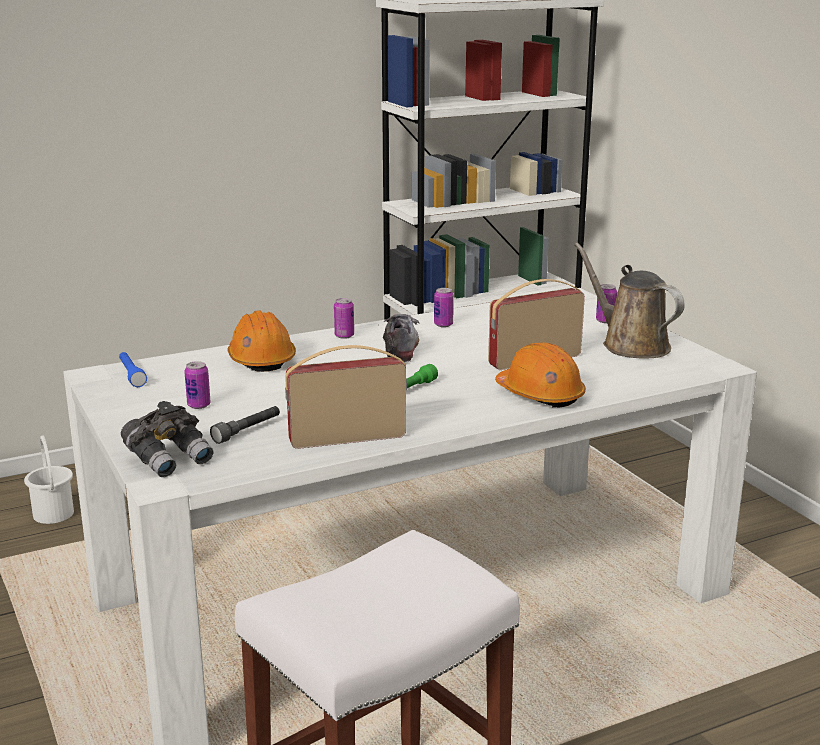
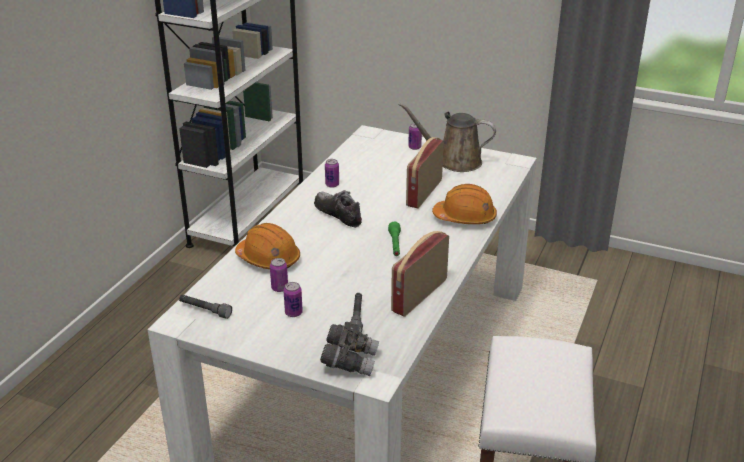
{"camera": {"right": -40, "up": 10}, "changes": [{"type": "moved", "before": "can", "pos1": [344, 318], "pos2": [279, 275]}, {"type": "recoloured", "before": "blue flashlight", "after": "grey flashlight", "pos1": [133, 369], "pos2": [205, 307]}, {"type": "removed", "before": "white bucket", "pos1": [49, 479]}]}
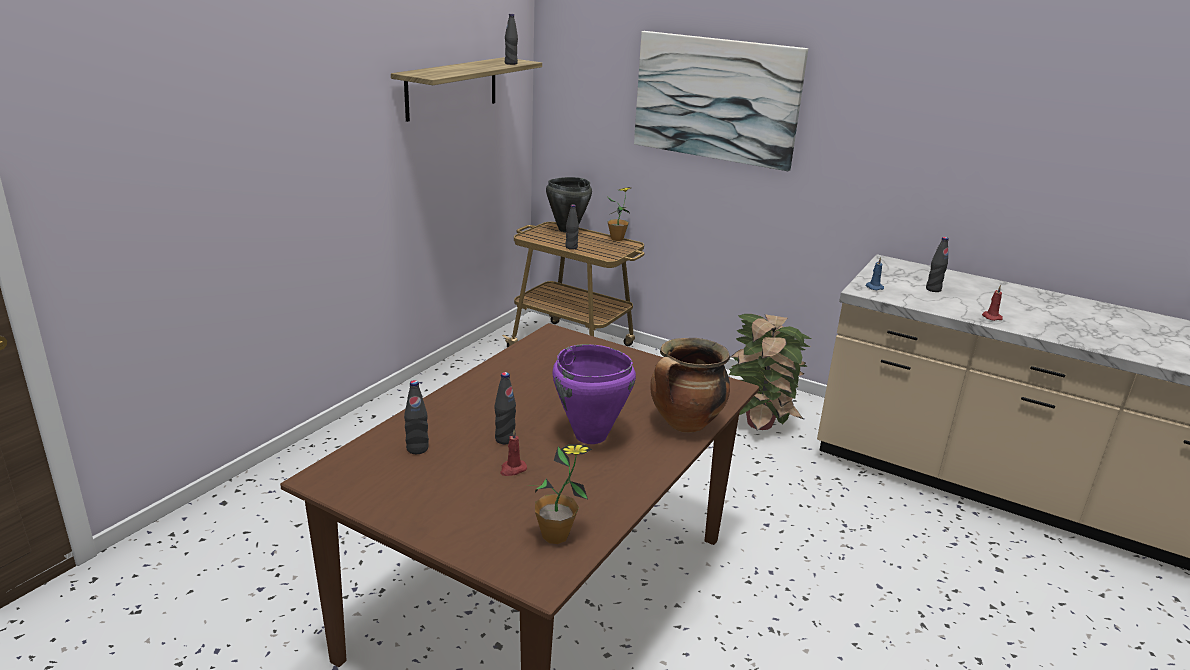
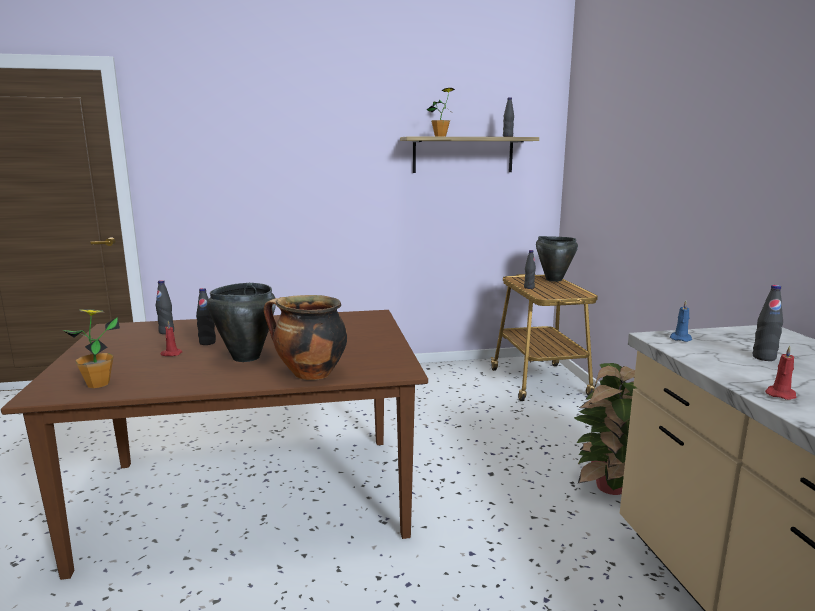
{"camera": {"right": 50, "up": -10}, "changes": [{"type": "removed", "before": "picture", "pos1": [721, 101]}, {"type": "moved", "before": "potted plant", "pos1": [619, 214], "pos2": [441, 112]}, {"type": "recoloured", "before": "purple cooking pot", "after": "black cooking pot", "pos1": [594, 394], "pos2": [241, 322]}]}
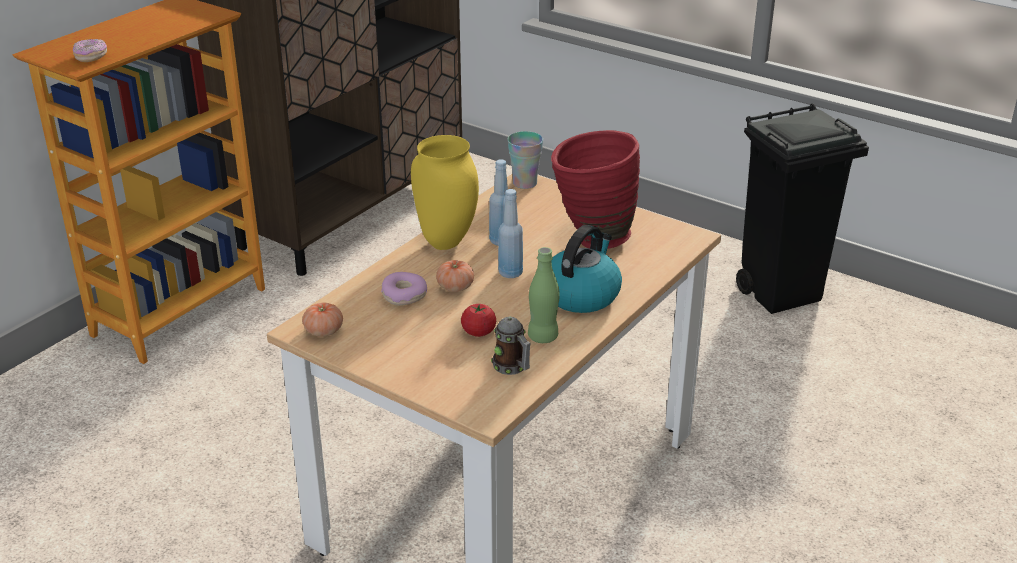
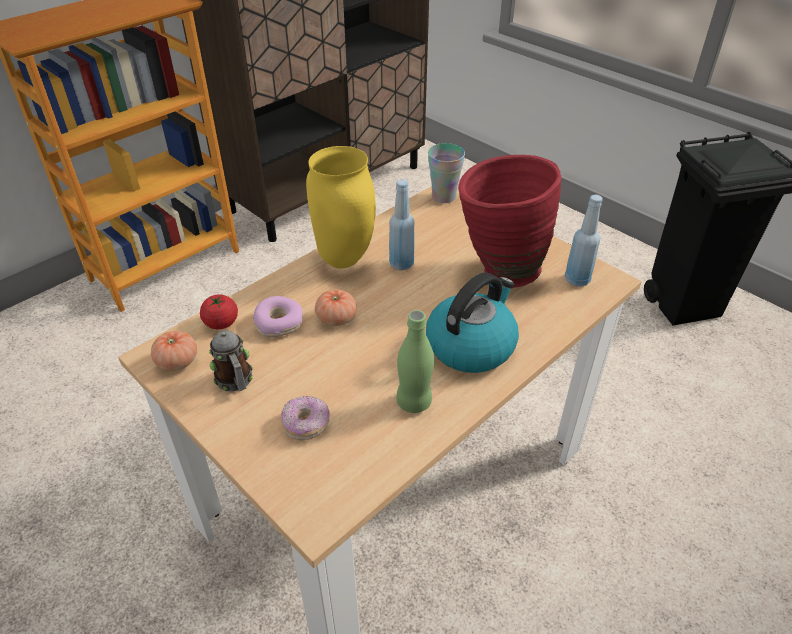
{"camera": {"right": 10, "up": 10}, "changes": [{"type": "moved", "before": "donut", "pos1": [90, 50], "pos2": [305, 418]}, {"type": "moved", "before": "blue bottle", "pos1": [510, 233], "pos2": [584, 241]}, {"type": "moved", "before": "tomato", "pos1": [478, 320], "pos2": [219, 311]}, {"type": "moved", "before": "mug", "pos1": [511, 345], "pos2": [231, 360]}]}
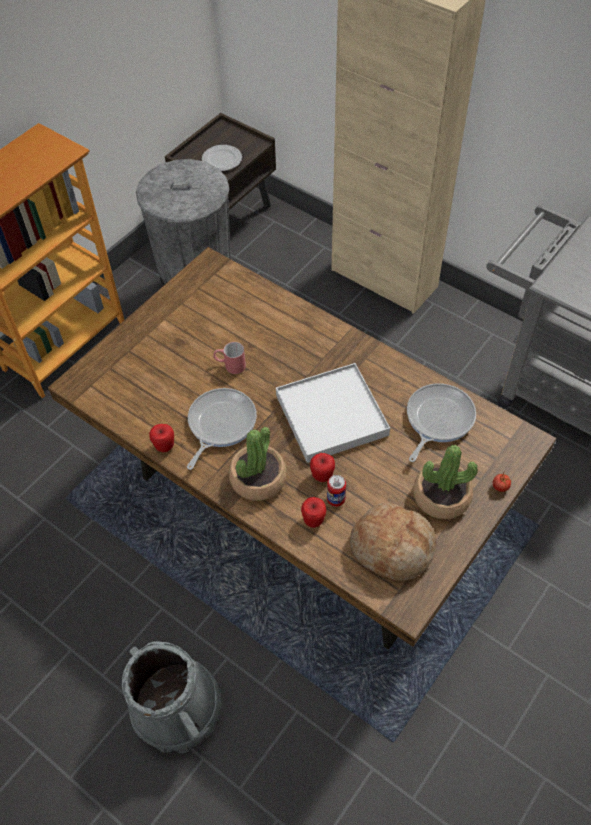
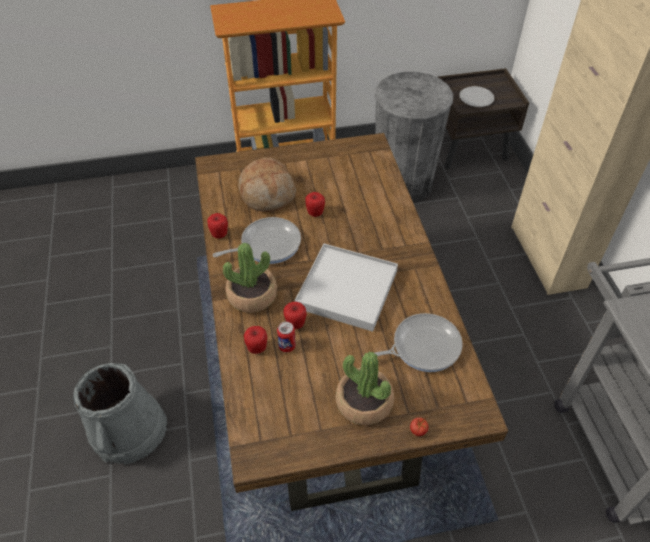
{"camera": {"right": 40, "up": -5}, "changes": [{"type": "replaced", "before": "red mug", "after": "apple", "pos1": [229, 358], "pos2": [315, 204]}, {"type": "moved", "before": "bread", "pos1": [393, 542], "pos2": [267, 185]}]}
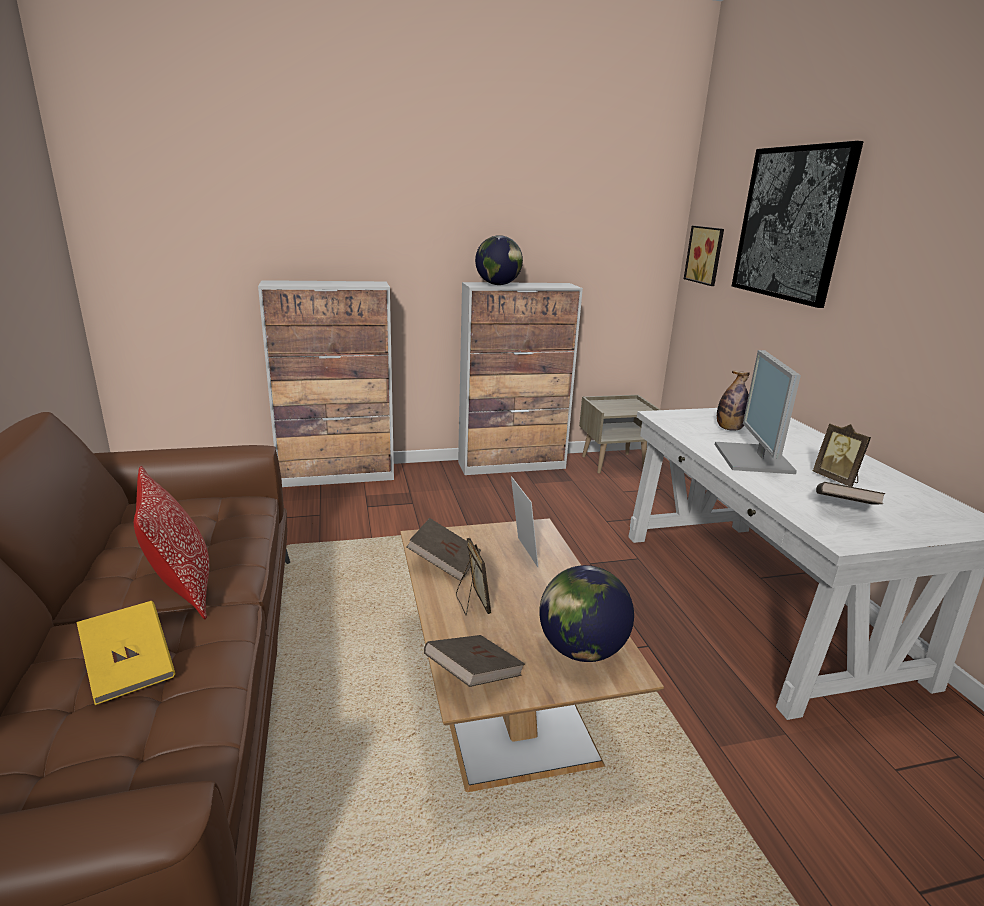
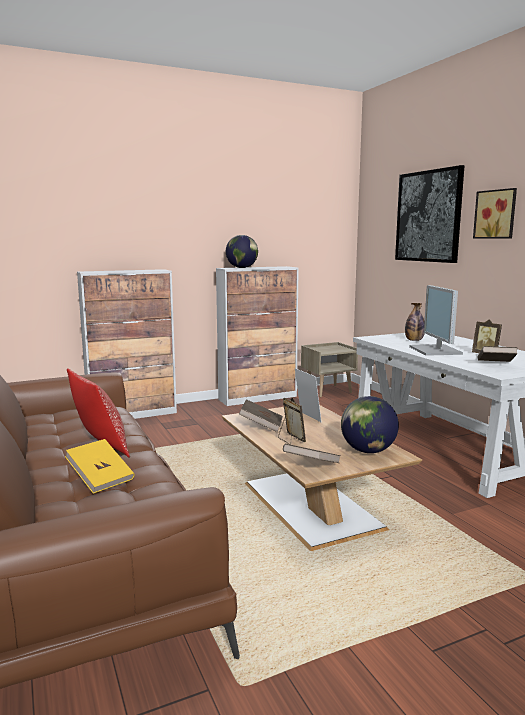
{"camera": {"right": -10, "up": -10}, "changes": [{"type": "moved", "before": "picture", "pos1": [704, 256], "pos2": [495, 213]}]}
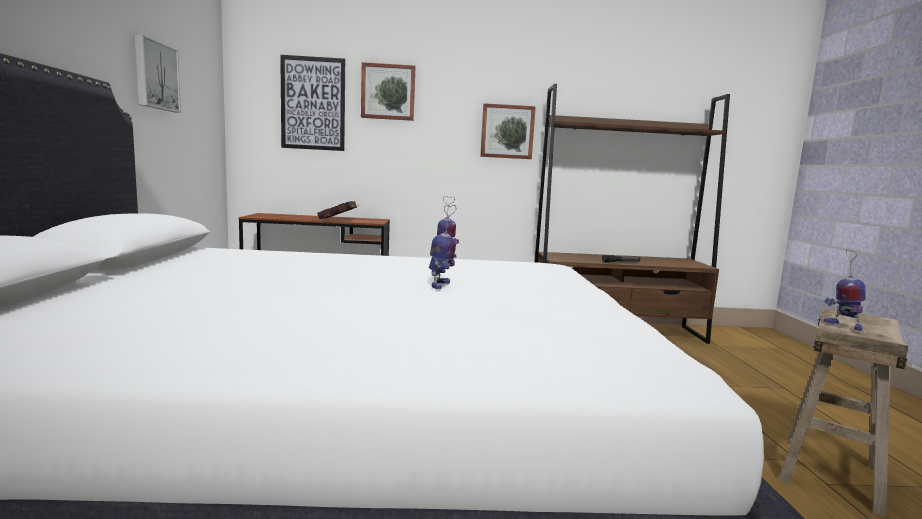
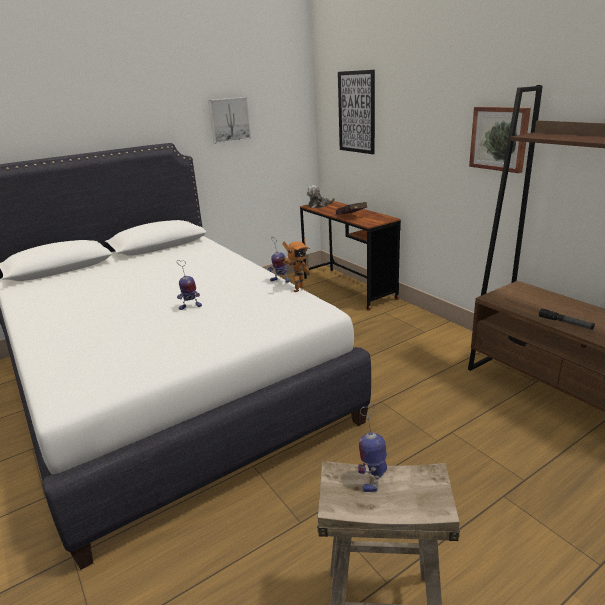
{"camera": {"right": 60, "up": 15}, "changes": [{"type": "removed", "before": "picture", "pos1": [388, 91]}, {"type": "added", "after": "plush toy", "pos2": [321, 196]}, {"type": "added", "after": "toy robot", "pos2": [295, 265]}]}
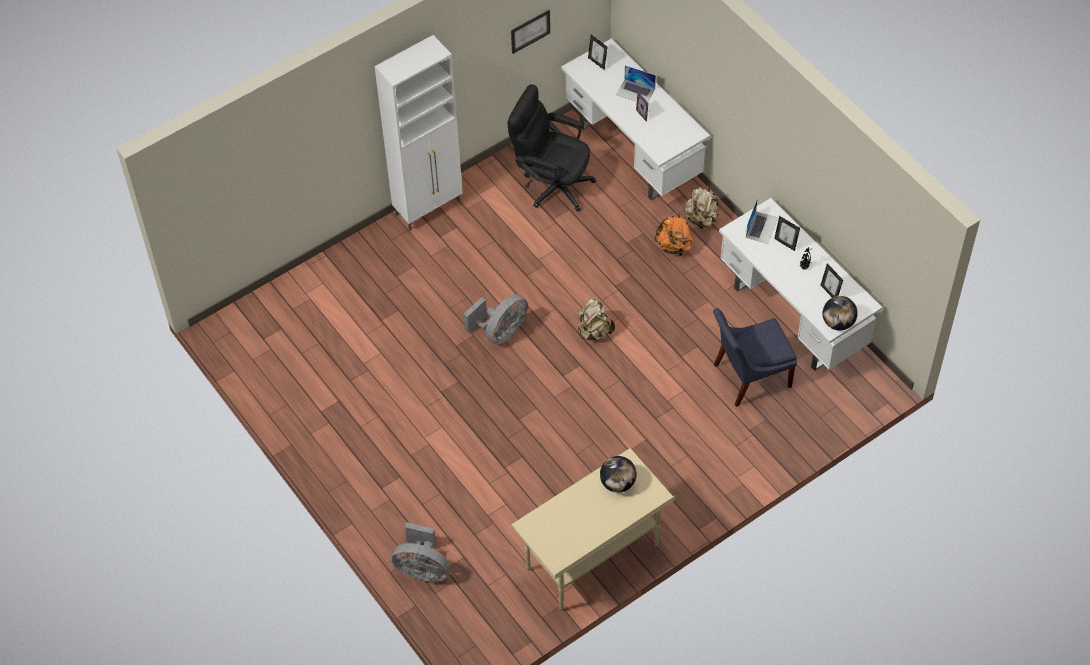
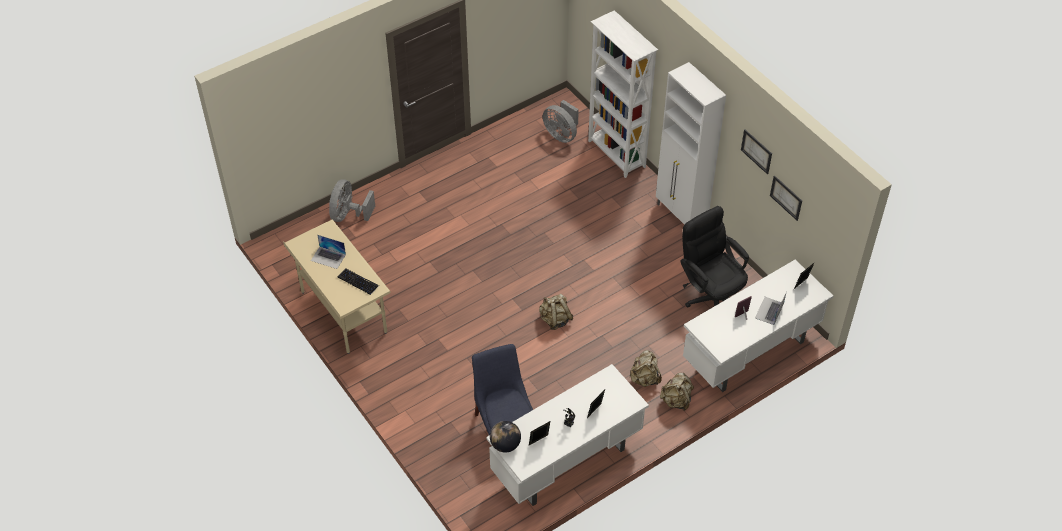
{"camera": {"right": 90, "up": -5}, "changes": [{"type": "turned", "before": "black office chair", "pos1": [552, 148], "pos2": [714, 257], "turn": -60}, {"type": "moved", "before": "laptop", "pos1": [762, 221], "pos2": [328, 252]}, {"type": "recoloured", "before": "orange backpack", "after": "beige backpack", "pos1": [673, 234], "pos2": [645, 368]}, {"type": "moved", "before": "grey fan", "pos1": [495, 319], "pos2": [560, 121]}, {"type": "replaced", "before": "globe", "after": "keyboard", "pos1": [618, 474], "pos2": [358, 282]}, {"type": "added", "after": "white bookcase", "pos2": [623, 94]}, {"type": "added", "after": "picture", "pos2": [756, 152]}]}
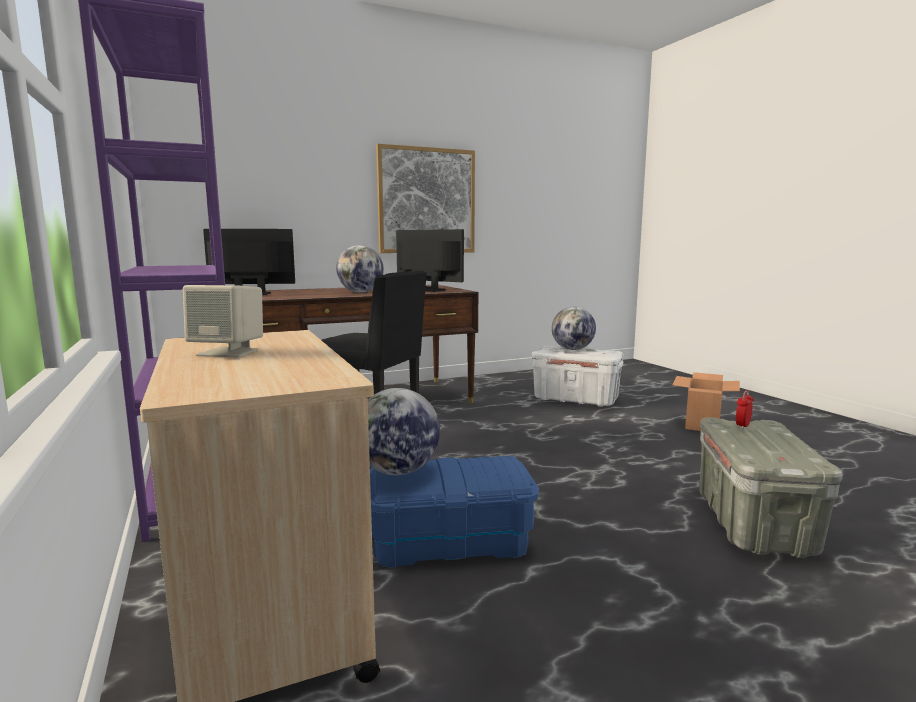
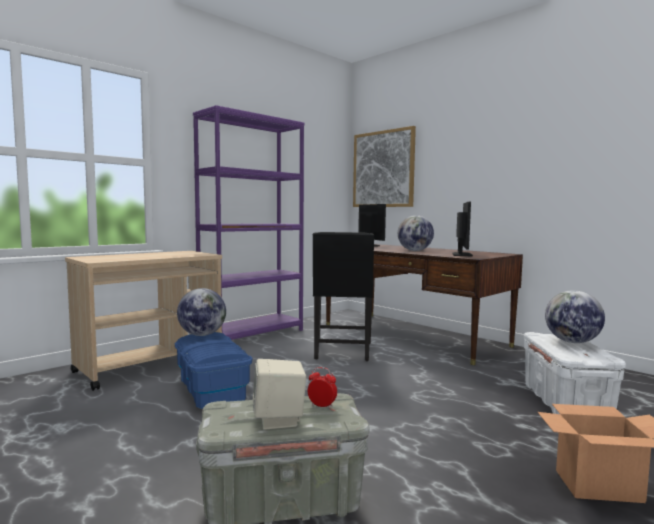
{"camera": {"right": 70, "up": -5}, "changes": [{"type": "moved", "before": "picture", "pos1": [425, 198], "pos2": [384, 166]}, {"type": "moved", "before": "beige speaker", "pos1": [223, 321], "pos2": [279, 394]}]}
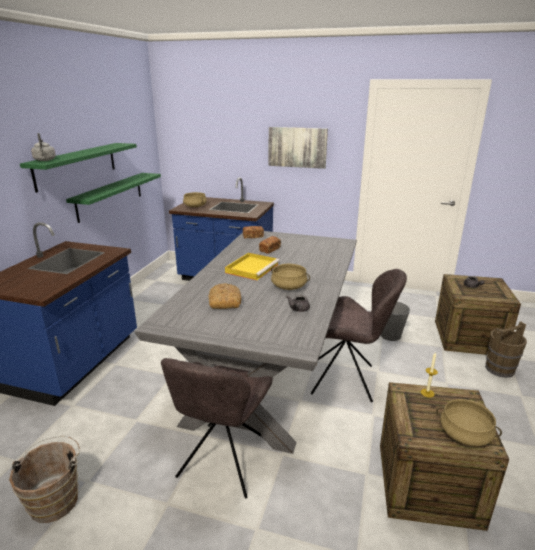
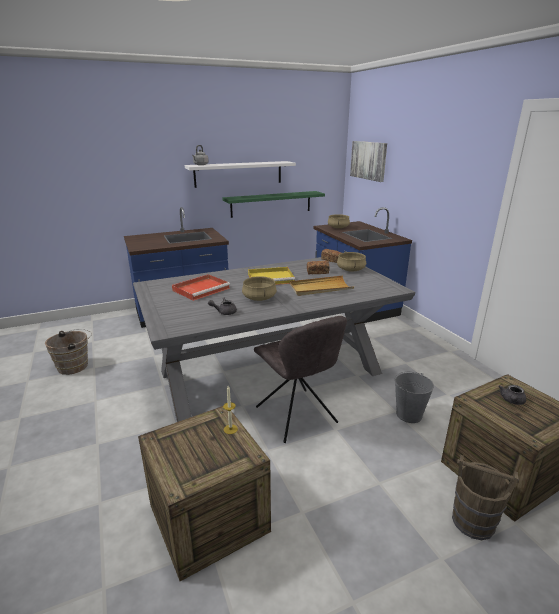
{"camera": {"right": 50, "up": 0}, "changes": [{"type": "moved", "before": "picture", "pos1": [298, 148], "pos2": [368, 161]}, {"type": "recoloured", "before": "green shelf", "after": "white shelf", "pos1": [78, 168], "pos2": [240, 174]}, {"type": "replaced", "before": "bread", "after": "red tray", "pos1": [224, 296], "pos2": [201, 287]}, {"type": "removed", "before": "grey chair", "pos1": [217, 428]}, {"type": "moved", "before": "beige cooking pot", "pos1": [469, 423], "pos2": [351, 262]}, {"type": "added", "after": "beige tray", "pos2": [322, 286]}]}
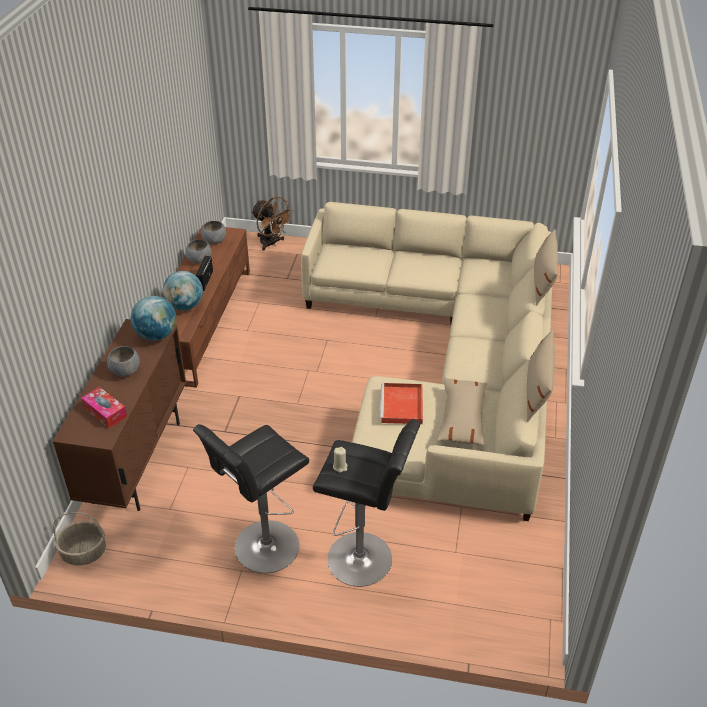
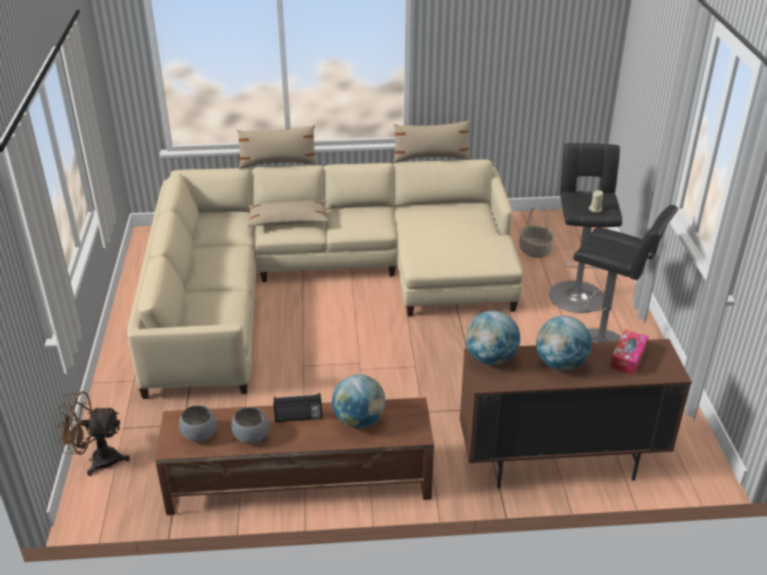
{"camera": {"right": -105, "up": -5}, "changes": [{"type": "turned", "before": "brown fan", "pos1": [272, 224], "pos2": [93, 433], "turn": -120}, {"type": "replaced", "before": "grey bowl", "after": "globe", "pos1": [123, 361], "pos2": [564, 343]}, {"type": "moved", "before": "beige pillow", "pos1": [462, 411], "pos2": [288, 213]}, {"type": "removed", "before": "red tray", "pos1": [401, 403]}, {"type": "moved", "before": "basket", "pos1": [79, 538], "pos2": [536, 232]}]}
